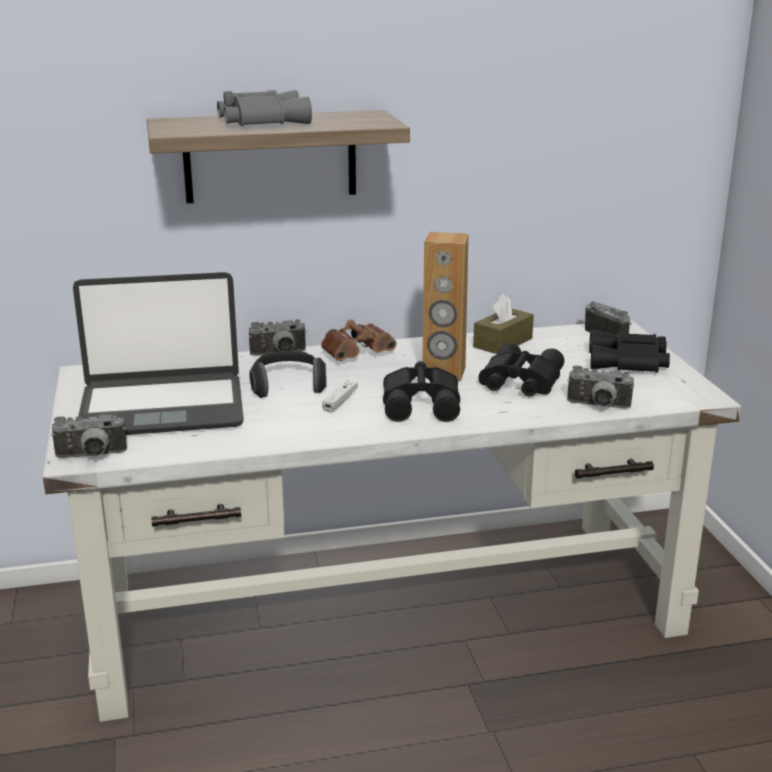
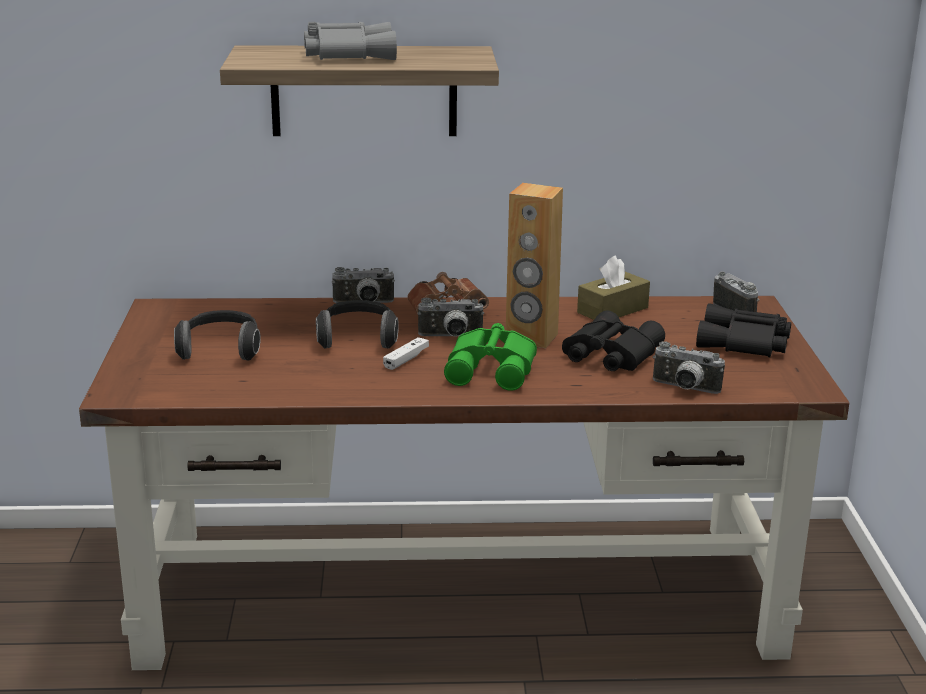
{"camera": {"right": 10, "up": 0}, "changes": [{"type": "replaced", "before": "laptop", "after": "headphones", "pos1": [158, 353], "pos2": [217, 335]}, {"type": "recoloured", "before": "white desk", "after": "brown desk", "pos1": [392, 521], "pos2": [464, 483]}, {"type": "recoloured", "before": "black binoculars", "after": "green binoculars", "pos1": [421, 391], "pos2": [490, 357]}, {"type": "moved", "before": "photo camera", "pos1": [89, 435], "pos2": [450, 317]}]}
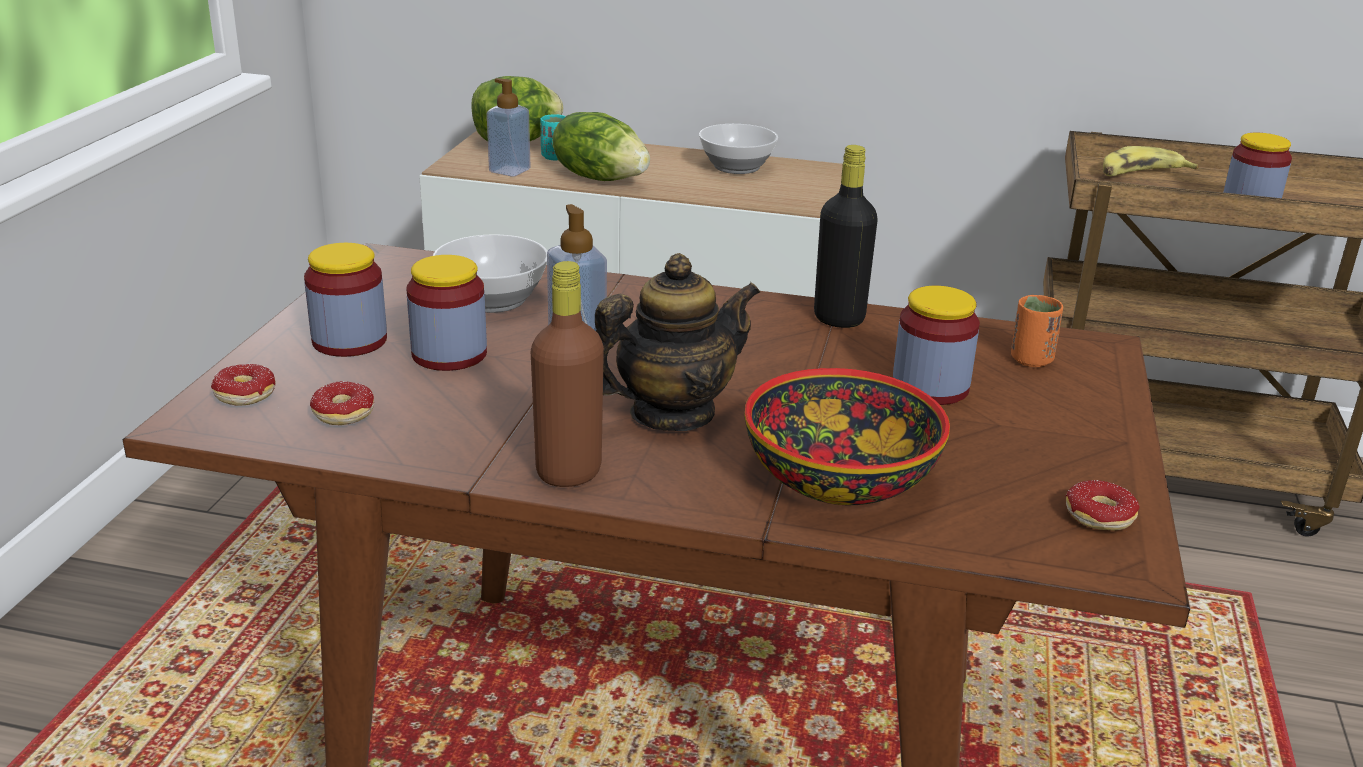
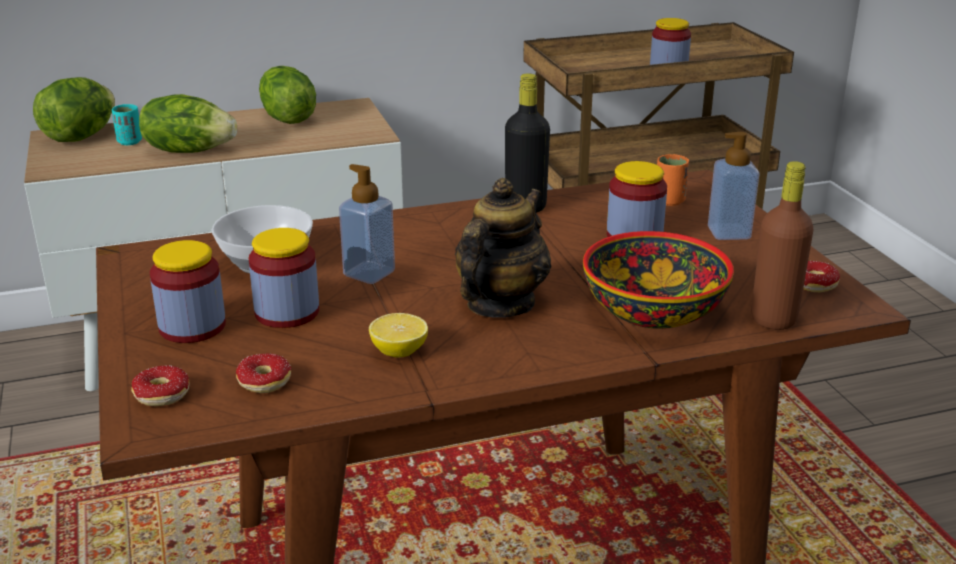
{"camera": {"right": -30, "up": 0}, "changes": [{"type": "moved", "before": "soap dispenser", "pos1": [509, 127], "pos2": [734, 186]}, {"type": "replaced", "before": "bowl", "after": "lettuce", "pos1": [738, 149], "pos2": [287, 95]}, {"type": "removed", "before": "banana", "pos1": [1150, 161]}, {"type": "moved", "before": "brown bottle", "pos1": [567, 374], "pos2": [782, 245]}, {"type": "added", "after": "lemon", "pos2": [398, 335]}]}
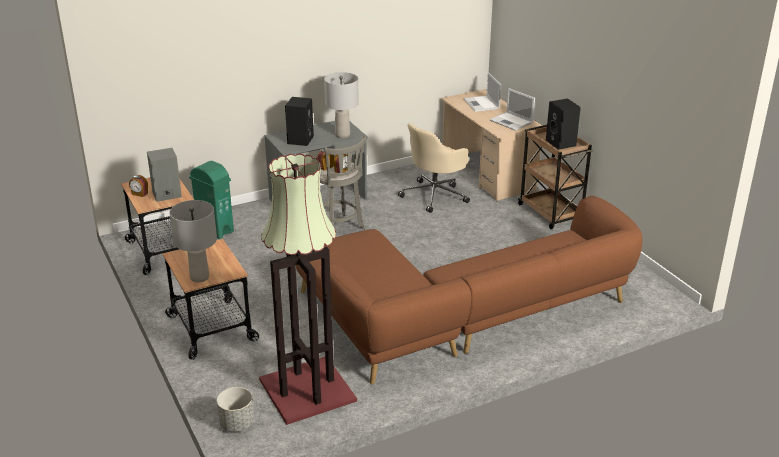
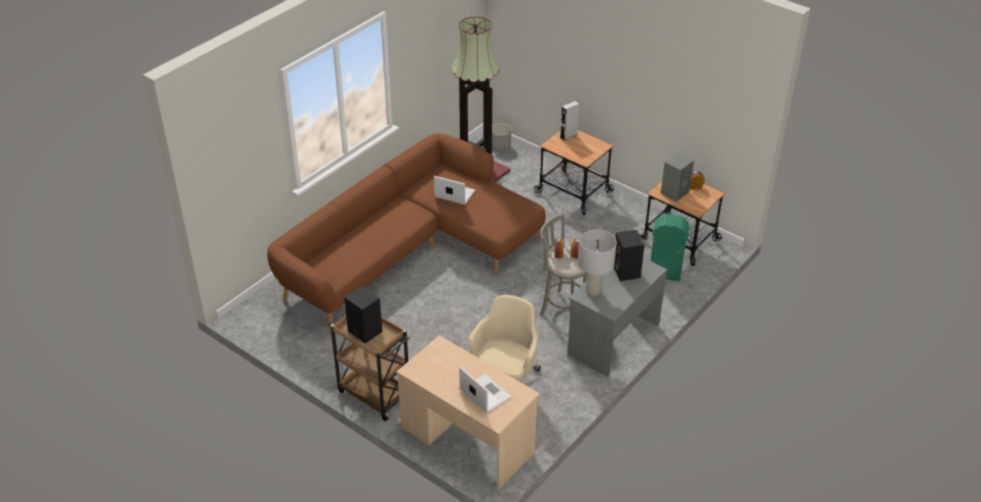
{"camera": {"right": 155, "up": 10}, "changes": [{"type": "moved", "before": "laptop", "pos1": [512, 109], "pos2": [454, 190]}, {"type": "replaced", "before": "grey table lamp", "after": "grey speaker", "pos1": [193, 241], "pos2": [569, 121]}]}
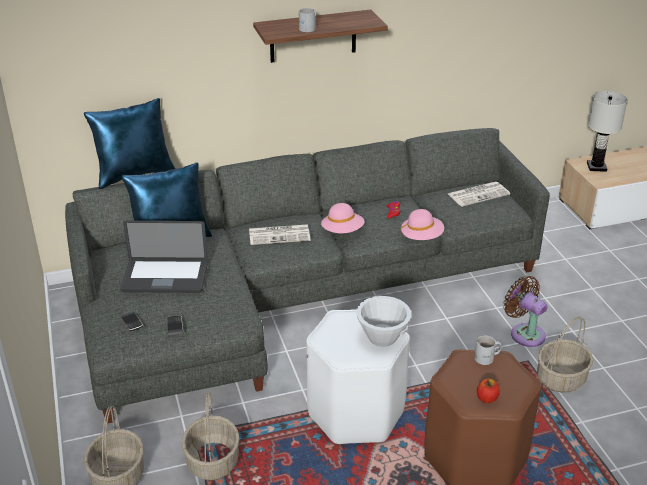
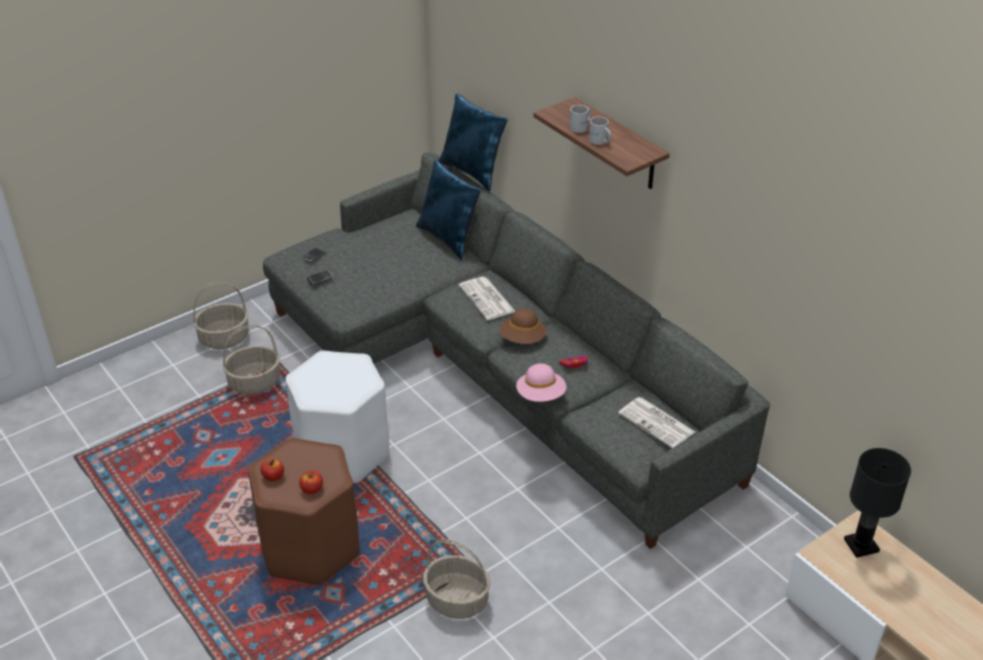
{"camera": {"right": 70, "up": 5}, "changes": [{"type": "recoloured", "before": "white table lamp", "after": "black table lamp", "pos1": [607, 131], "pos2": [877, 503]}, {"type": "recoloured", "before": "pink hat", "after": "brown hat", "pos1": [343, 218], "pos2": [523, 326]}, {"type": "removed", "before": "laptop", "pos1": [164, 257]}, {"type": "removed", "before": "brown fan", "pos1": [525, 311]}, {"type": "removed", "before": "white bowl", "pos1": [383, 321]}, {"type": "moved", "before": "white mug", "pos1": [488, 350], "pos2": [600, 130]}, {"type": "added", "after": "apple", "pos2": [311, 482]}]}
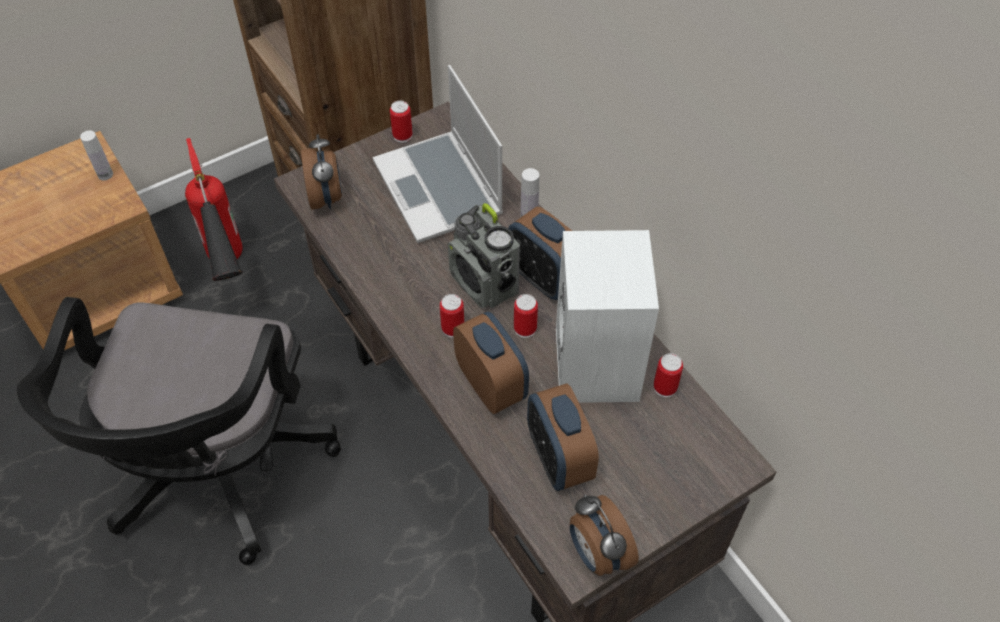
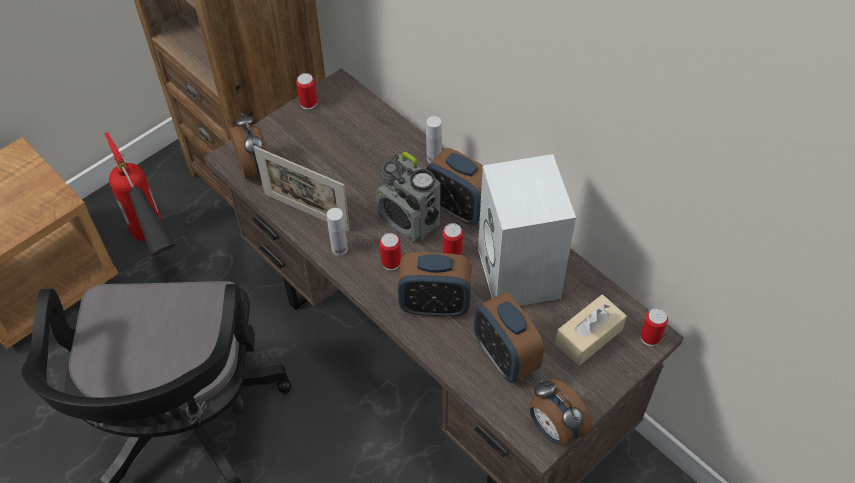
{"camera": {"right": -10, "up": 0}, "changes": [{"type": "removed", "before": "laptop", "pos1": [437, 154]}, {"type": "moved", "before": "white bottle", "pos1": [96, 155], "pos2": [337, 232]}, {"type": "turned", "before": "alarm clock", "pos1": [491, 363], "pos2": [435, 284], "turn": 135}, {"type": "moved", "before": "can", "pos1": [668, 375], "pos2": [654, 327]}, {"type": "added", "after": "picture frame", "pos2": [302, 188]}, {"type": "added", "after": "beige tissue box", "pos2": [591, 330]}]}
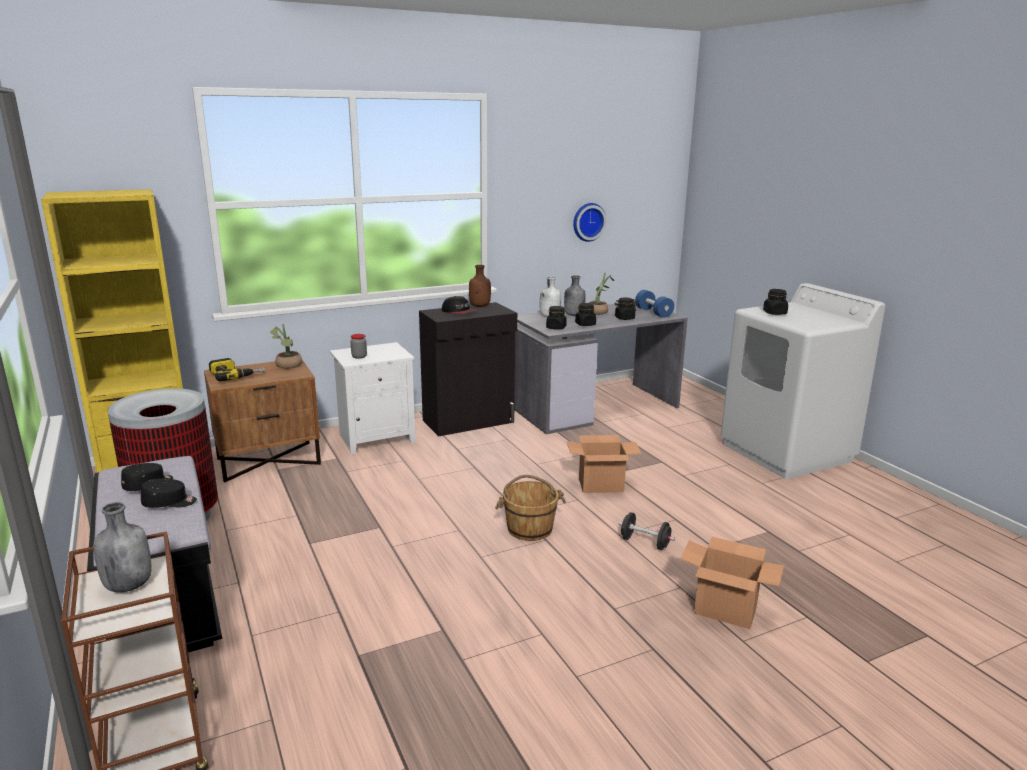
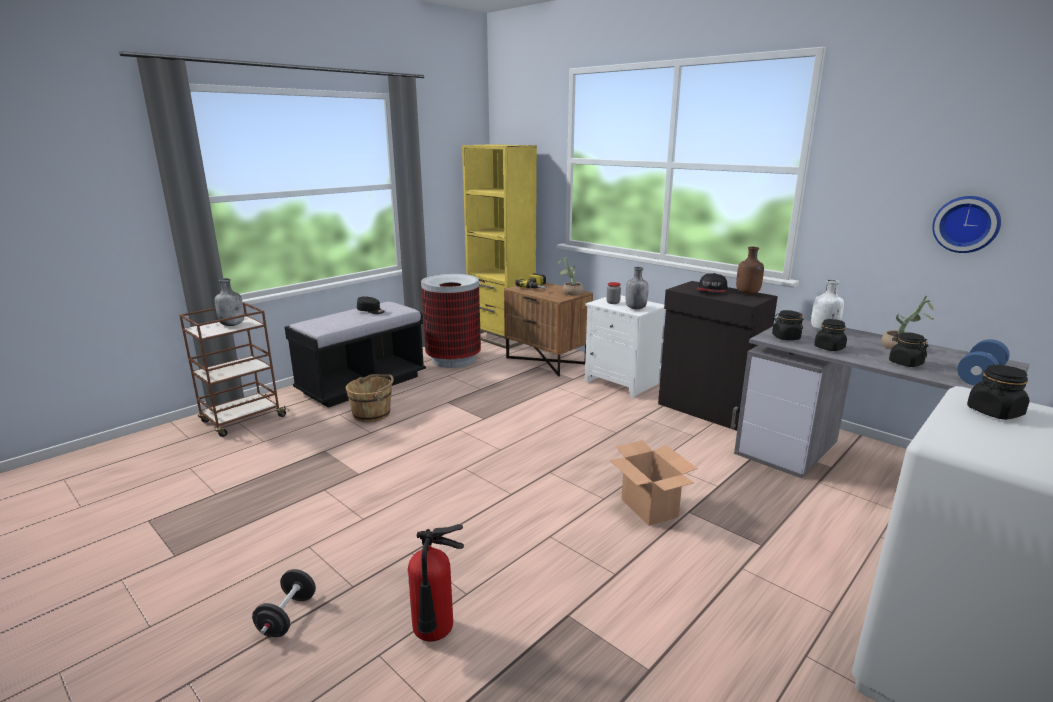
{"camera": {"right": 70, "up": 0}, "changes": [{"type": "moved", "before": "grey bottle", "pos1": [575, 295], "pos2": [637, 288]}, {"type": "moved", "before": "brown bucket", "pos1": [530, 508], "pos2": [370, 398]}, {"type": "removed", "before": "black cap", "pos1": [169, 493]}, {"type": "moved", "before": "black dumbbell", "pos1": [646, 531], "pos2": [284, 603]}, {"type": "replaced", "before": "cardboard box", "after": "fire extinguisher", "pos1": [732, 583], "pos2": [436, 583]}]}
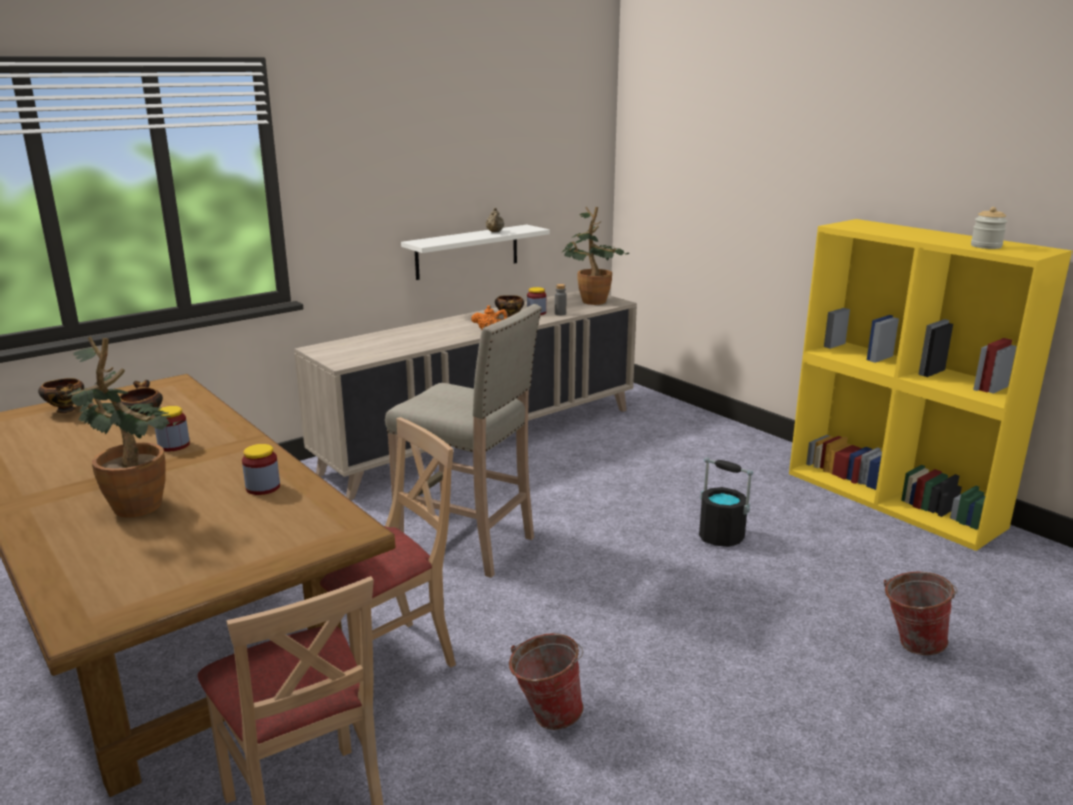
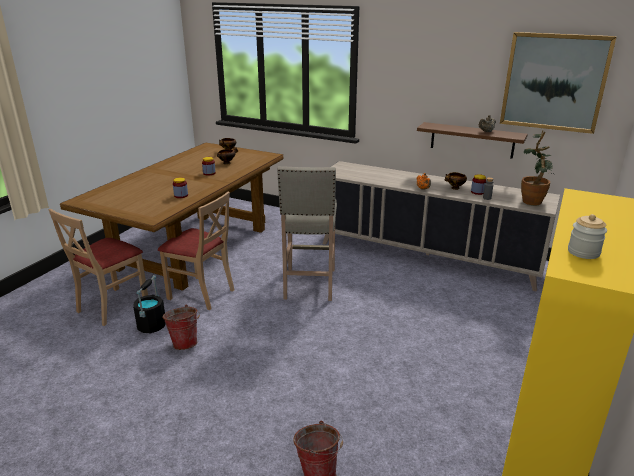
{"camera": {"right": 65, "up": 5}, "changes": [{"type": "recoloured", "before": "white shelf", "after": "brown shelf", "pos1": [475, 252], "pos2": [472, 140]}, {"type": "removed", "before": "potted plant", "pos1": [124, 427]}, {"type": "moved", "before": "black bucket", "pos1": [726, 502], "pos2": [149, 304]}, {"type": "added", "after": "picture", "pos2": [558, 83]}]}
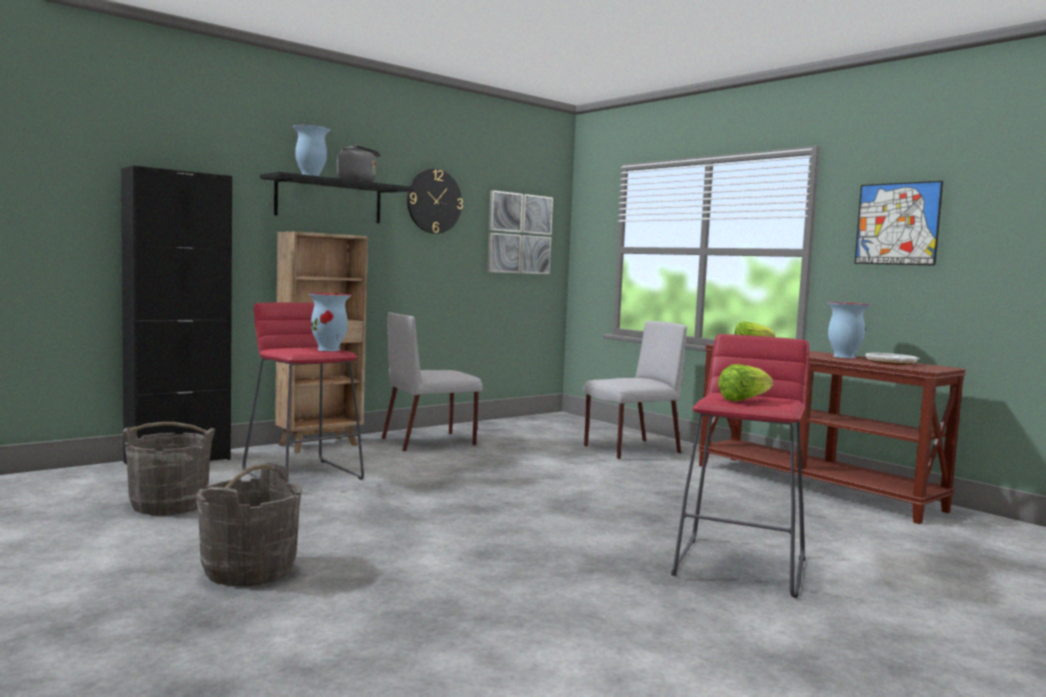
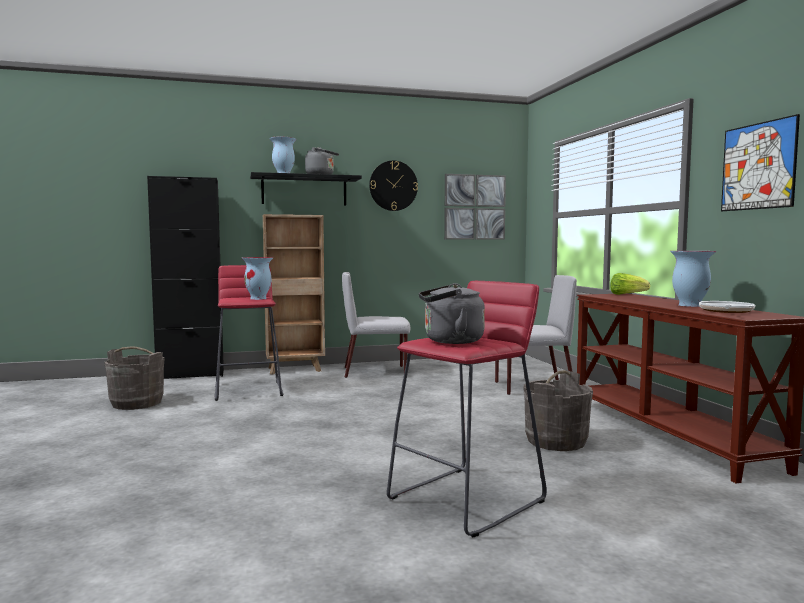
{"camera": {"right": 25, "up": 0}, "changes": [{"type": "replaced", "before": "lettuce", "after": "grey kettle", "pos1": [745, 382], "pos2": [452, 313]}, {"type": "moved", "before": "grey bucket", "pos1": [249, 524], "pos2": [558, 410]}]}
